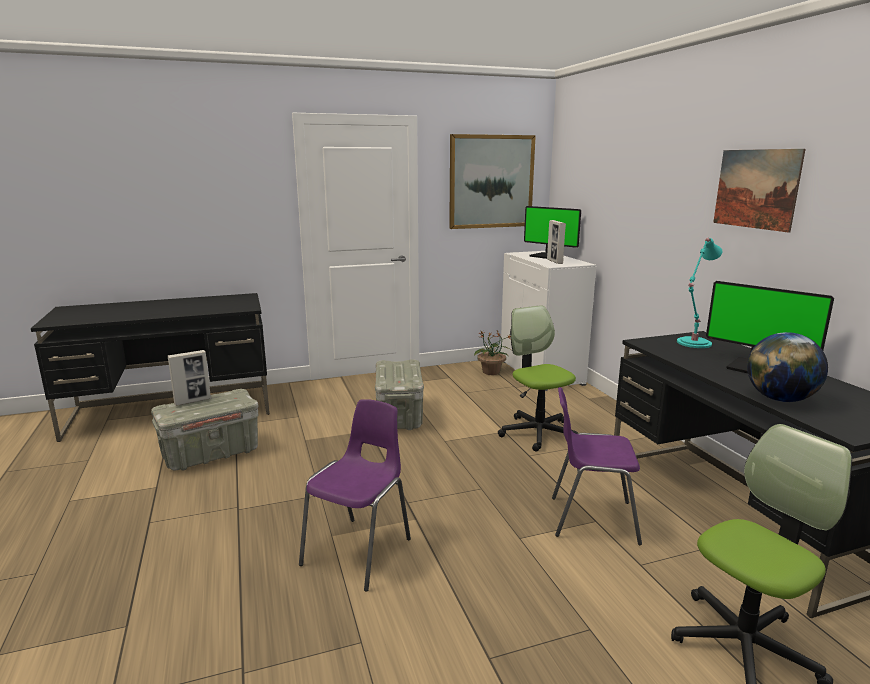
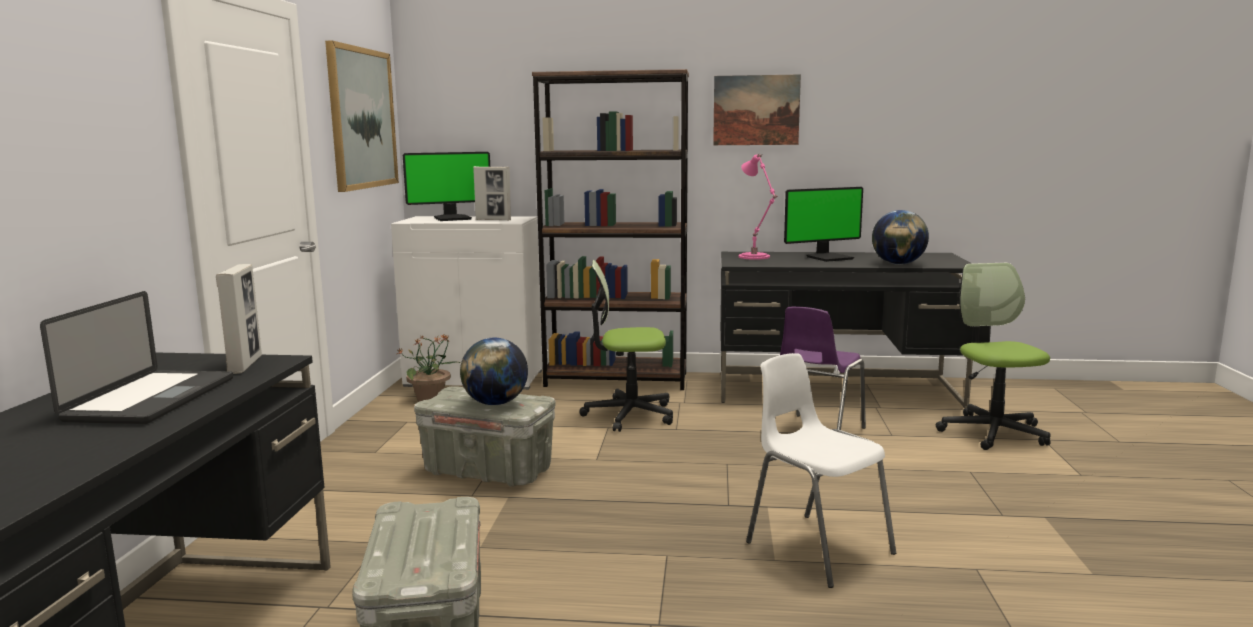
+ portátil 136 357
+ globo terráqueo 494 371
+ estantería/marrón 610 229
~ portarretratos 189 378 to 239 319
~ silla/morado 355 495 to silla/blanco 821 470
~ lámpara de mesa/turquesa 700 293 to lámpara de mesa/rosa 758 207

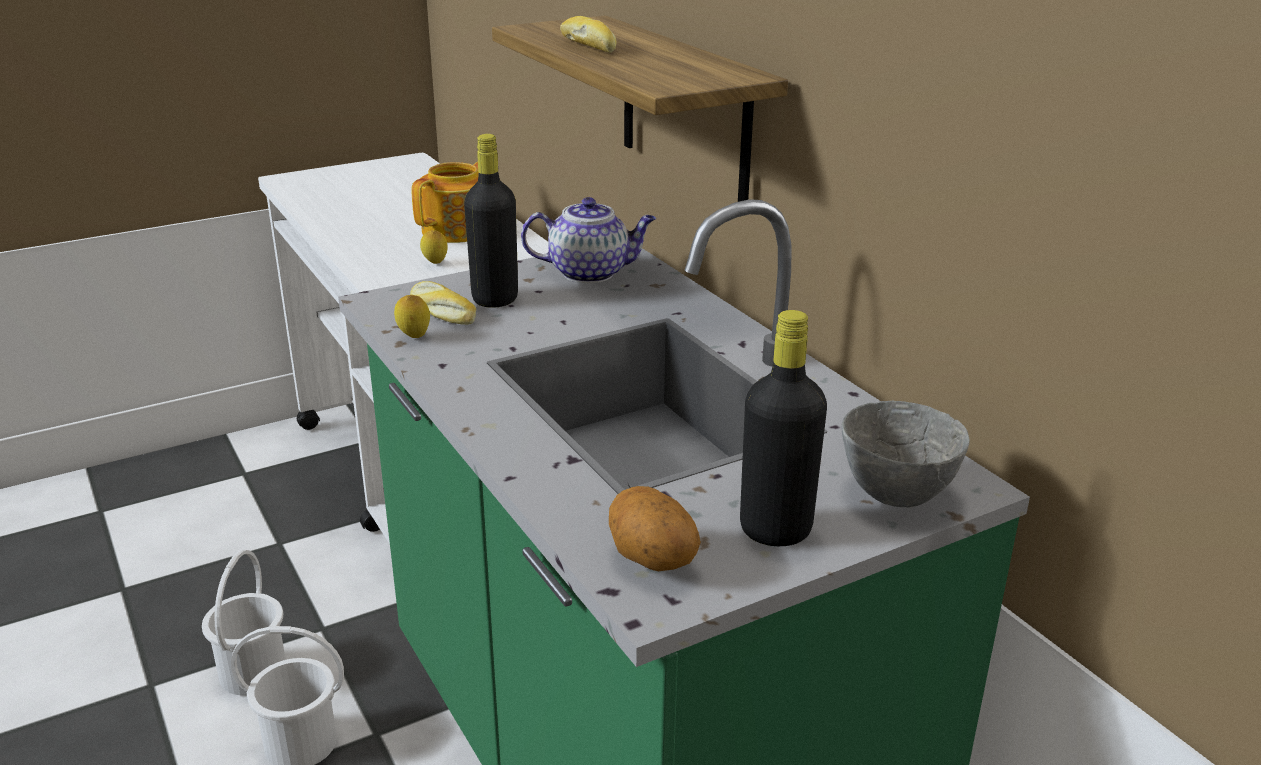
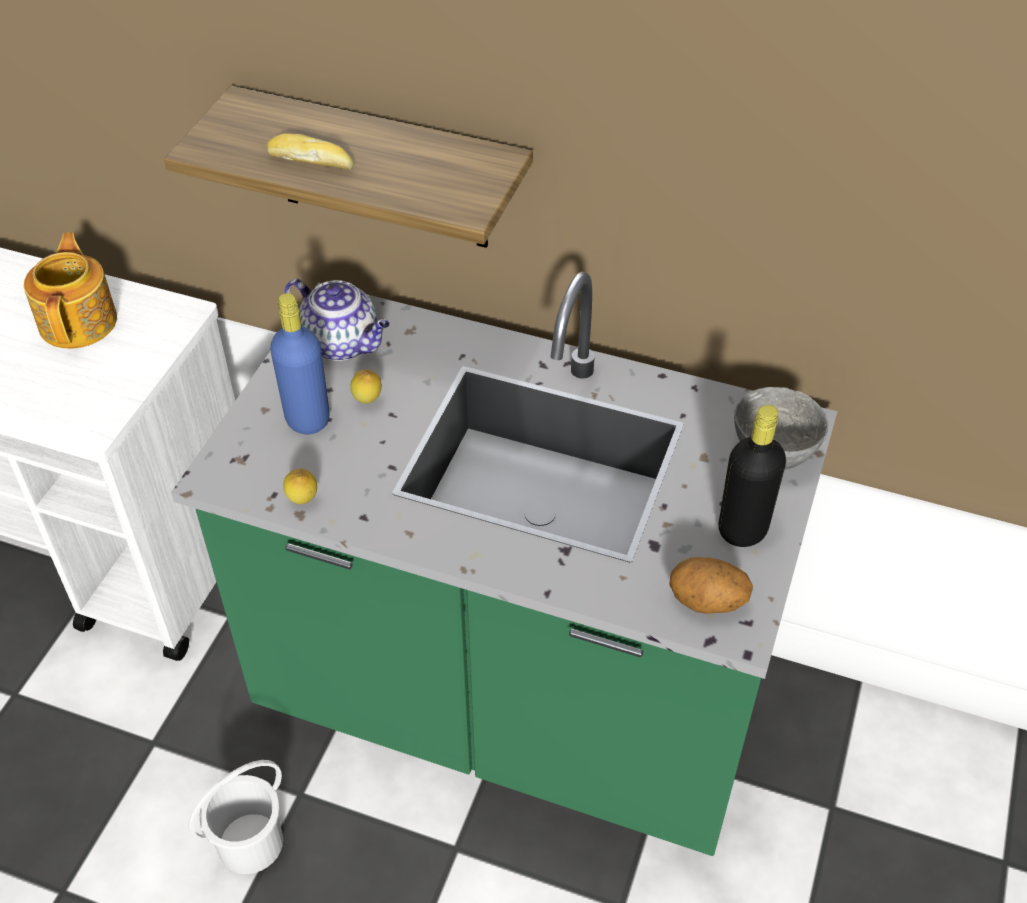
- cubo/blanco 244 622
- pan 443 303
~ limón 433 247 to 366 386
~ botella/negro 491 221 to botella/azul 300 363
~ tetera 588 240 = 337 320 75 degrees clockwise

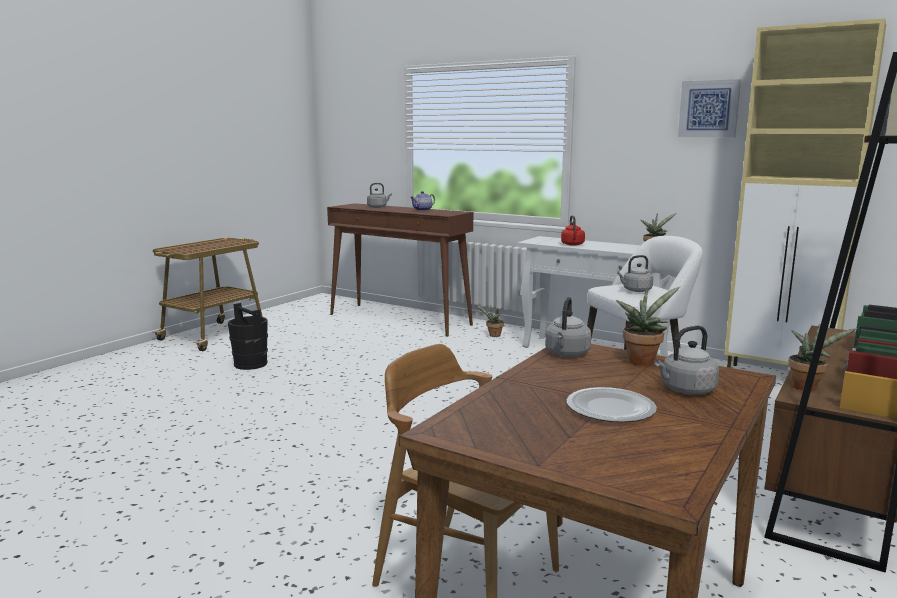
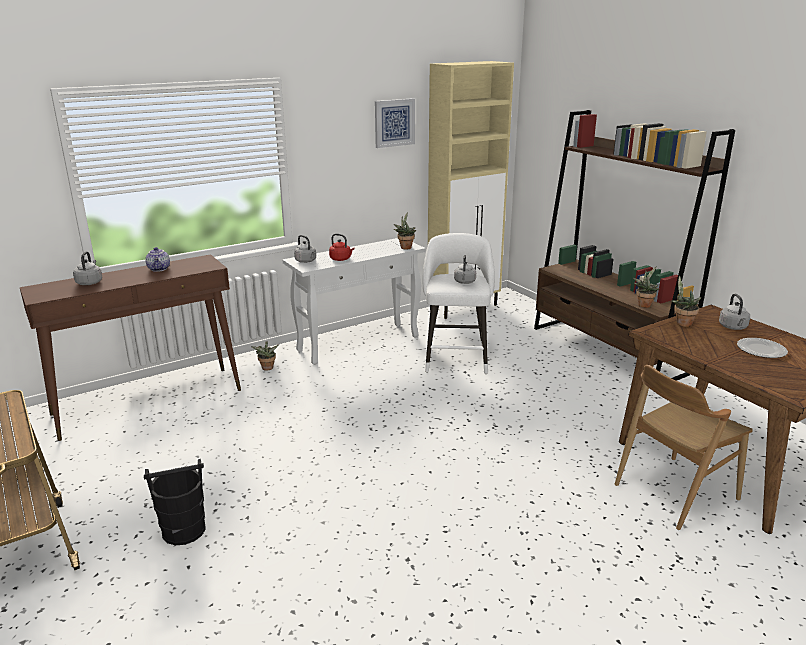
~ hervidor/gris 568 326 to 305 249

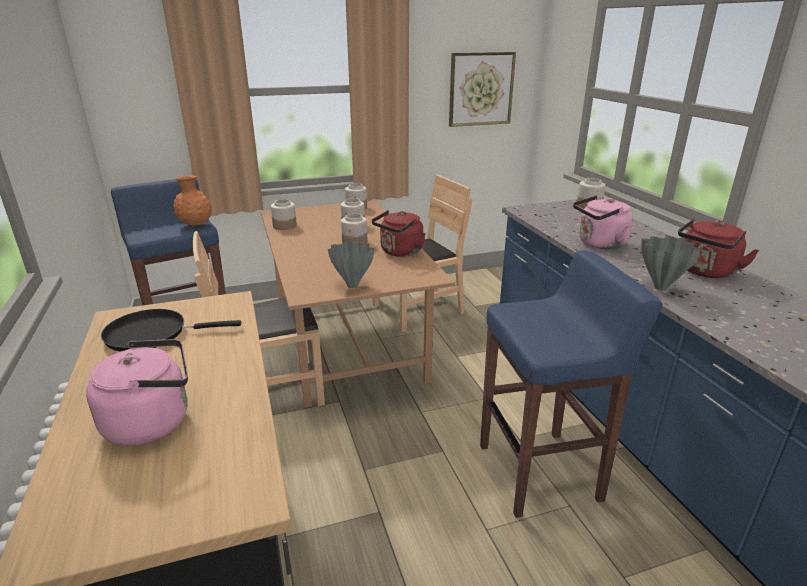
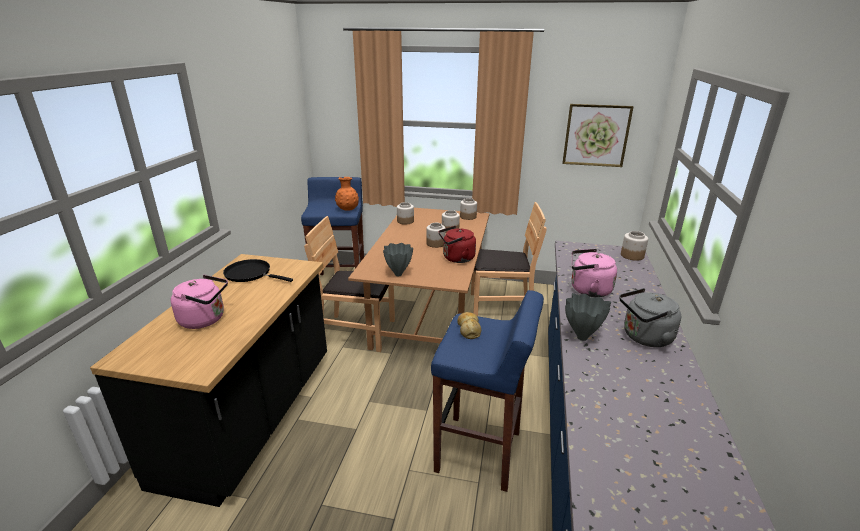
+ pan 469 325
~ hervidor/rojo 718 248 to hervidor/gris 650 317

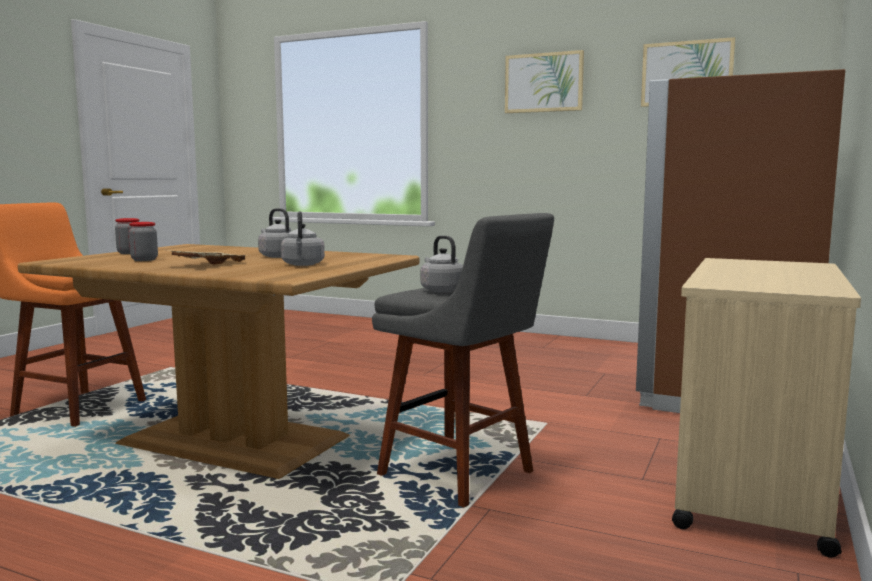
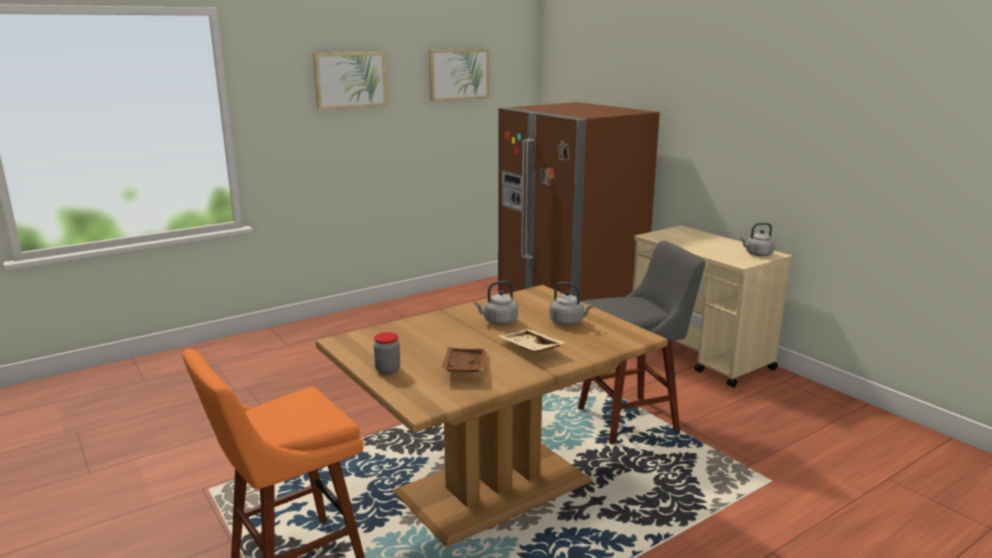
~ hervidor/gris 441 264 to 757 239
~ tarro 143 241 to bandeja/marrón 464 359

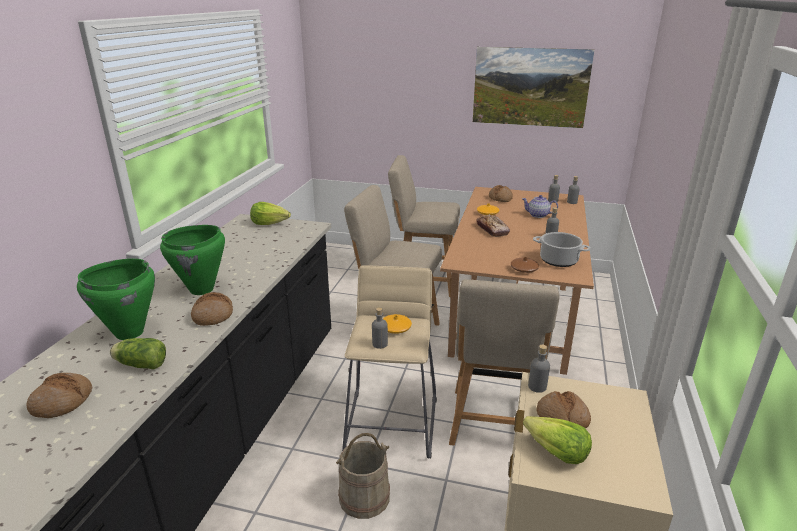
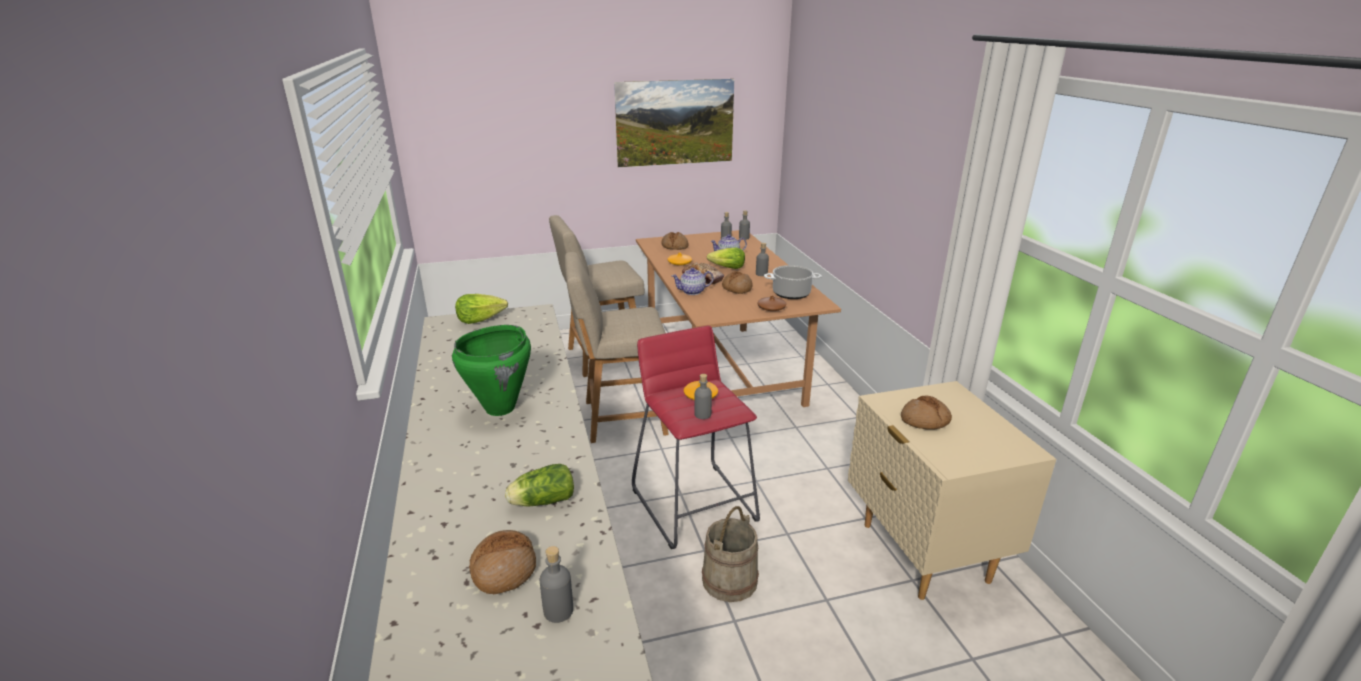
- olla/verde 116 299
- silla/beis 504 362
+ tetera 693 281
~ pan 212 309 to 737 282
~ lechuga 557 440 to 726 258
~ botella/gris 539 369 to 556 584
~ taburete/beis 389 361 to taburete/rojo 696 437

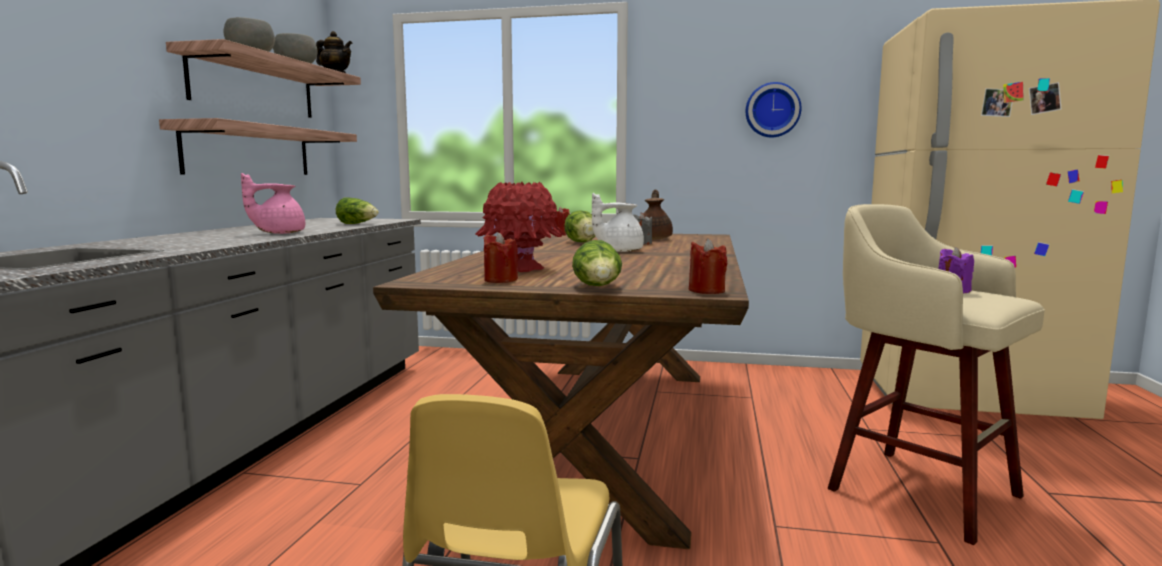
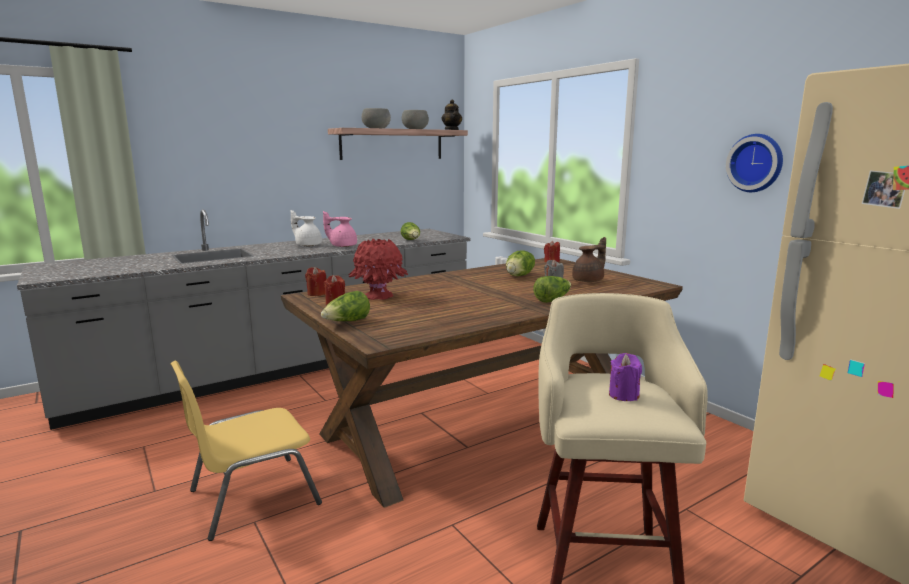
- estante 258 146
+ lechuga 552 289
~ tetera/blanco 618 222 to 306 228
~ vela/rojo 708 266 to 315 281

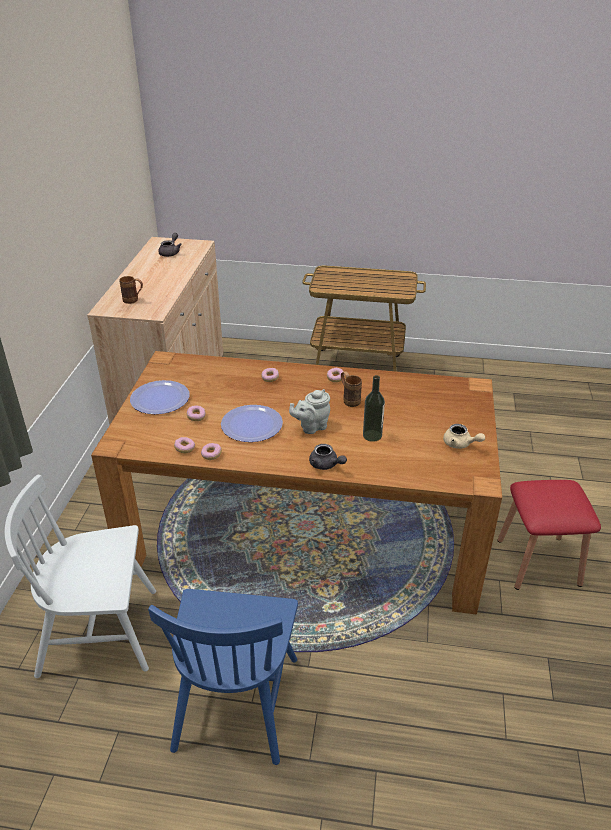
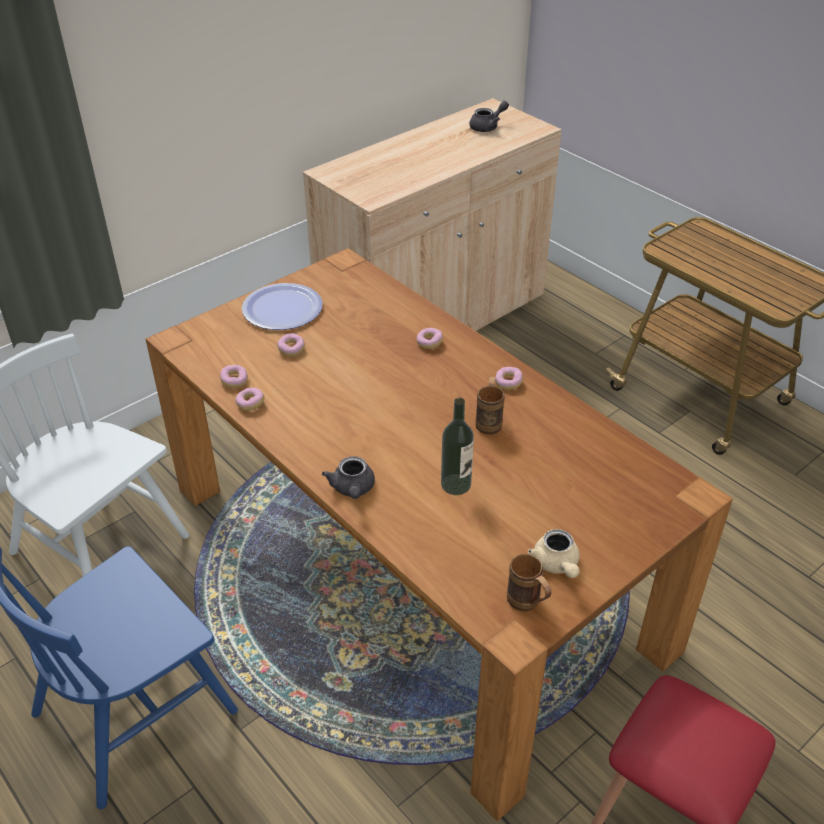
- plato 252 423
- tetera/gris 309 411
~ taza grande/marrón 131 290 to 529 582

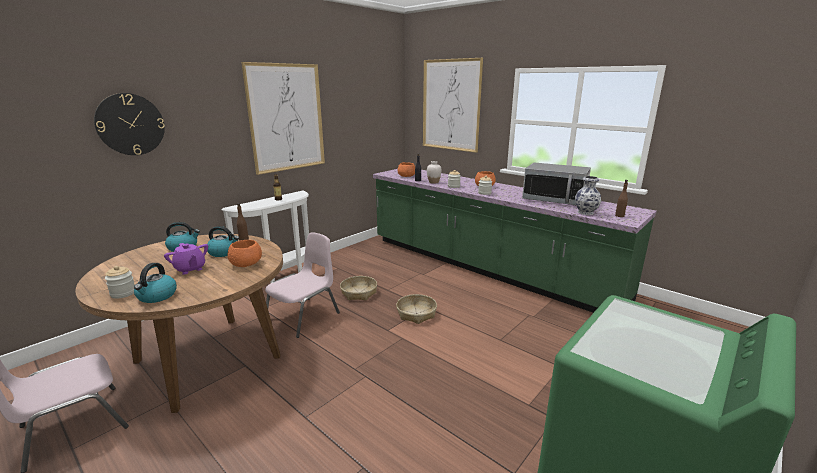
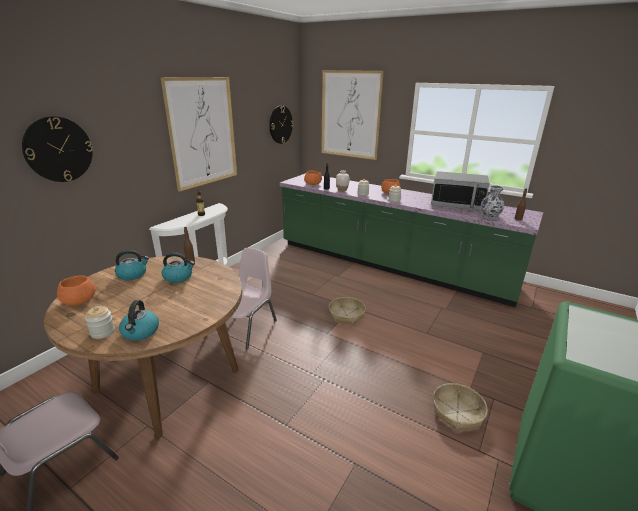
- tetera/morado 186 259
+ reloj de pared 281 124
~ cuenco/naranja 245 253 to 76 290
~ cesta 358 288 to 460 407

